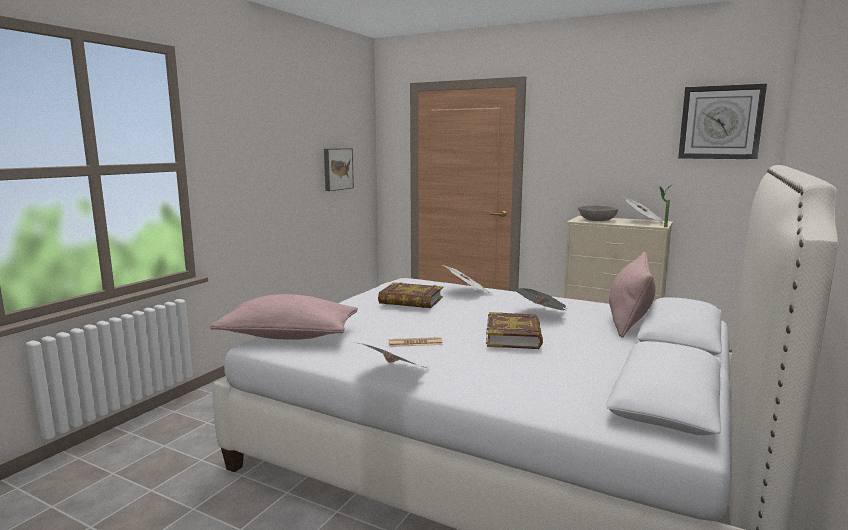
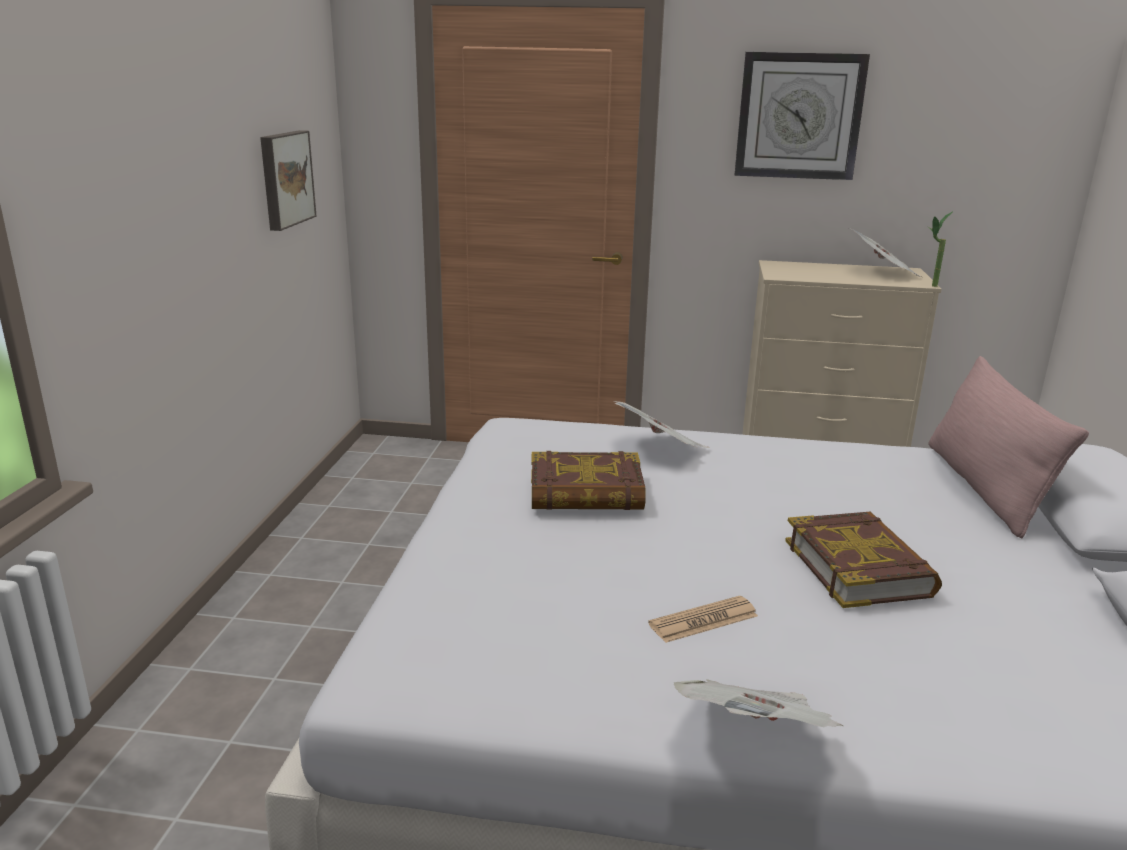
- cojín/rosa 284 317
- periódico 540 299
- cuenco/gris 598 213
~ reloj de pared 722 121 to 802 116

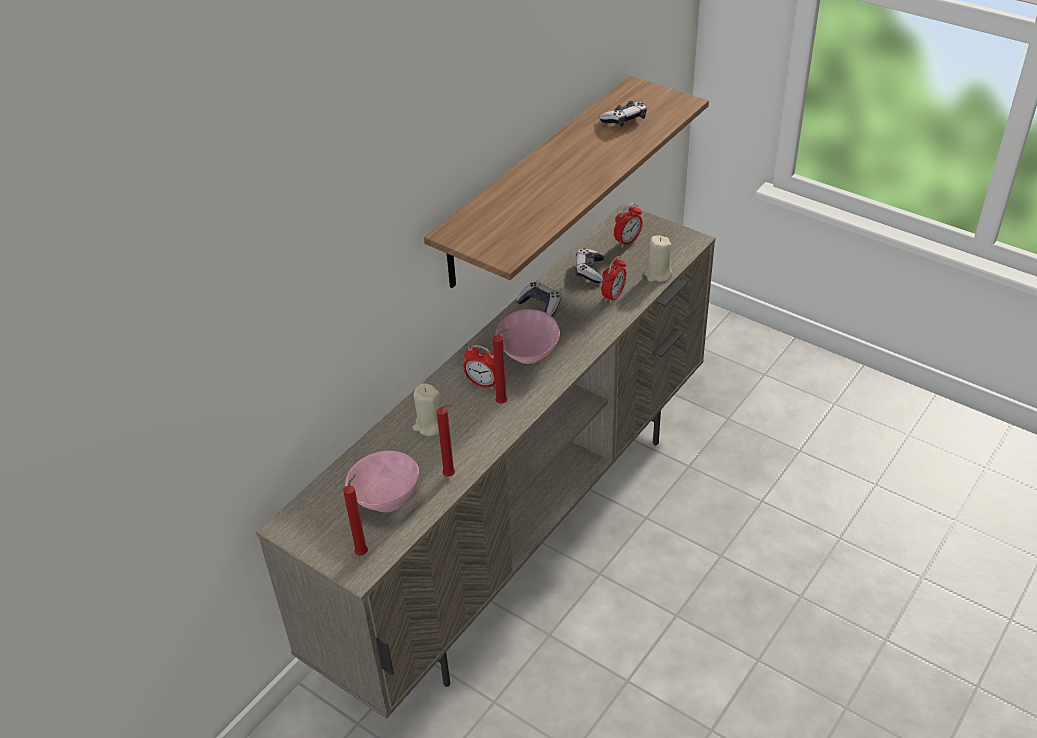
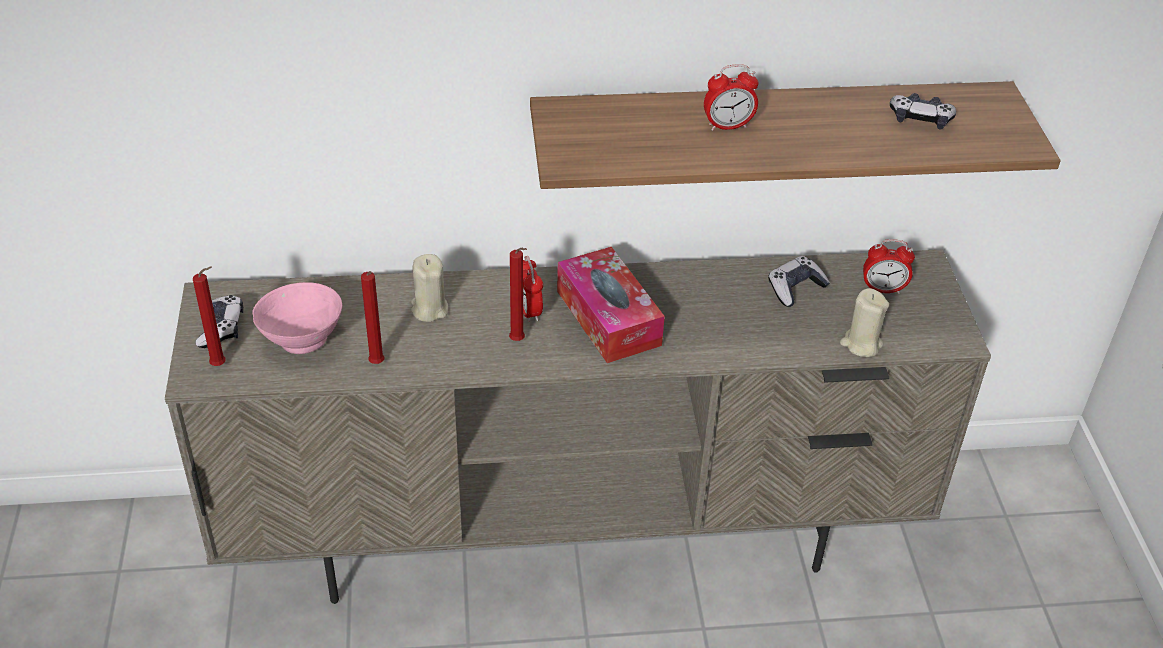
~ mando de consola 539 298 to 219 321
~ despertador 613 280 to 731 97
~ cuenco/rosa 528 336 to caja de pañuelos 611 305

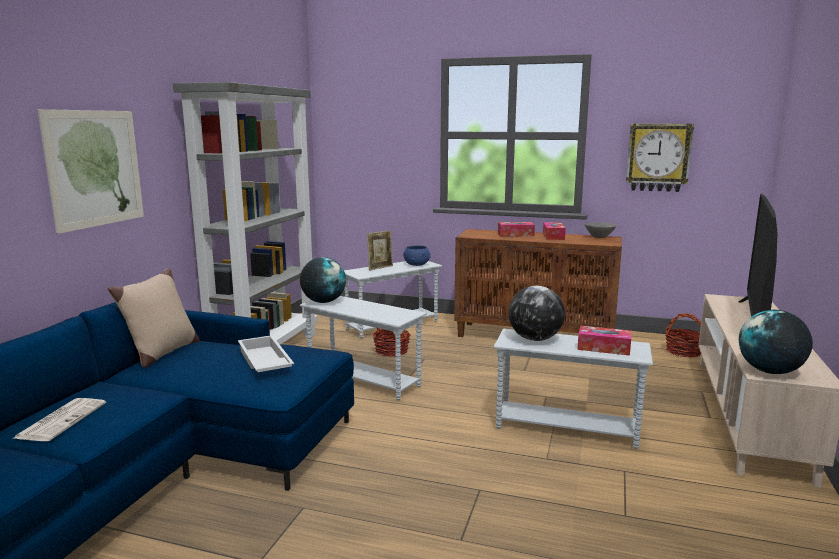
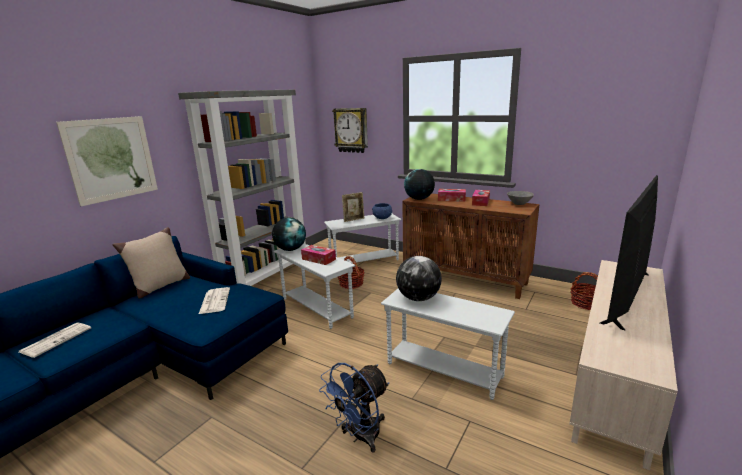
+ ventilador/azul 354 407
~ caja de pañuelos 604 341 to 318 255
~ reloj de pared 660 158 to 350 130
~ globo terráqueo 776 342 to 419 184
~ bandeja/blanco 266 353 to periódico 214 300

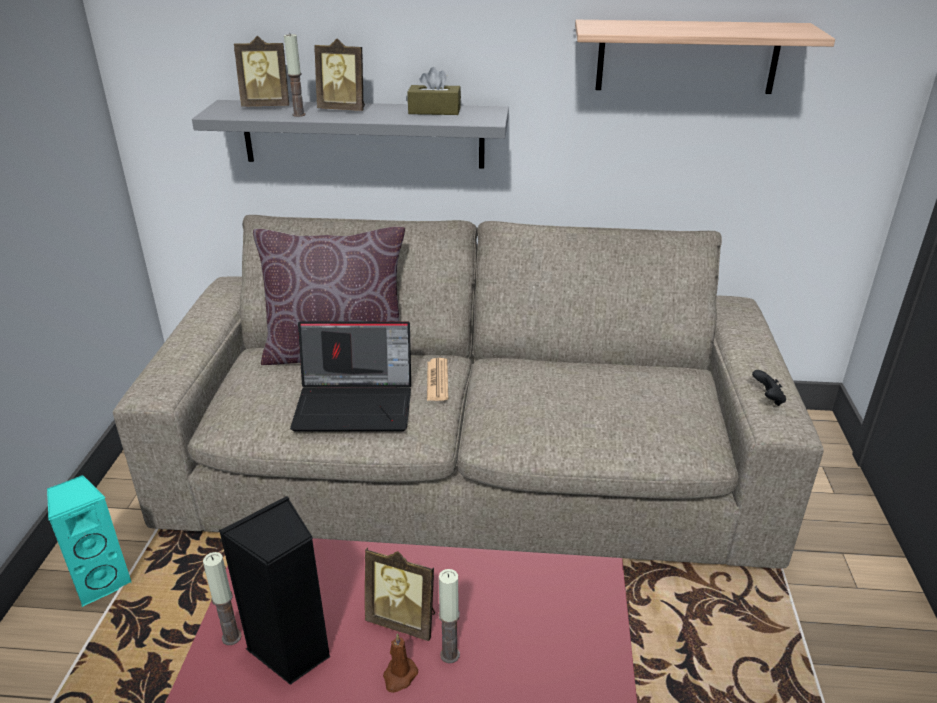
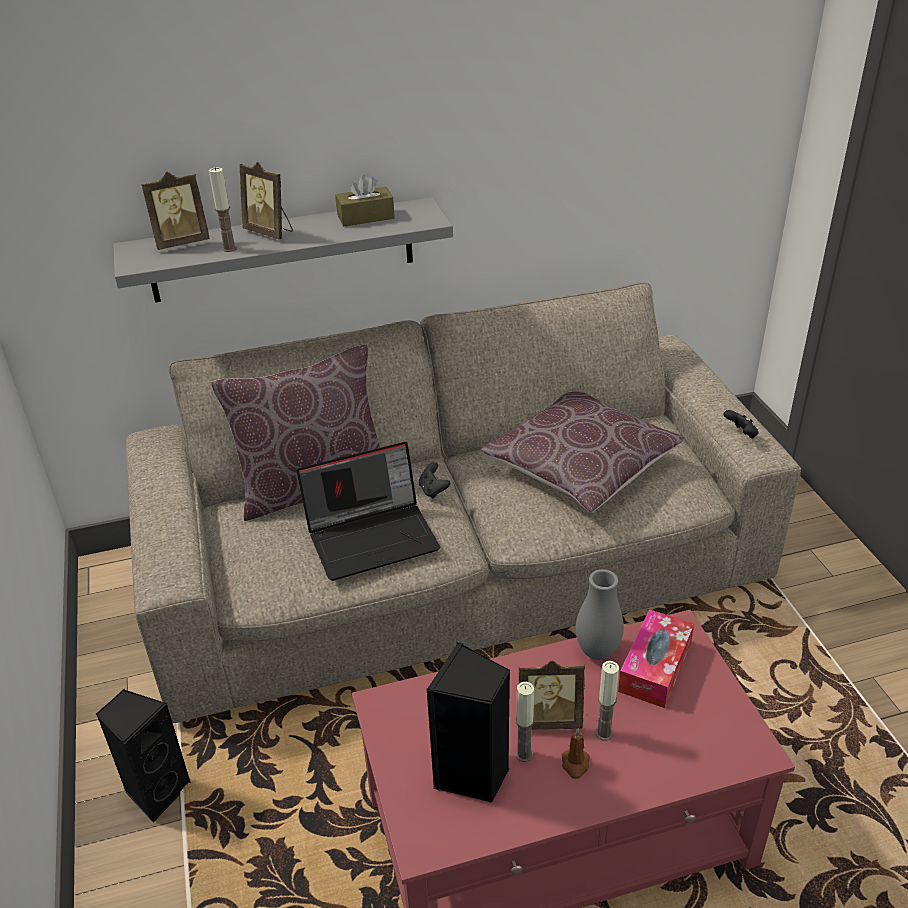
- estante 705 57
+ cojín/marrón 582 452
+ florero/gris 600 614
+ caja de pañuelos 656 658
~ vela 222 598 to 524 722
~ periódico 437 379 to mando de consola/negro 434 480
~ altavoz/turquesa 89 541 to altavoz/negro 143 756
~ portarretratos 339 74 = 266 201 45 degrees clockwise

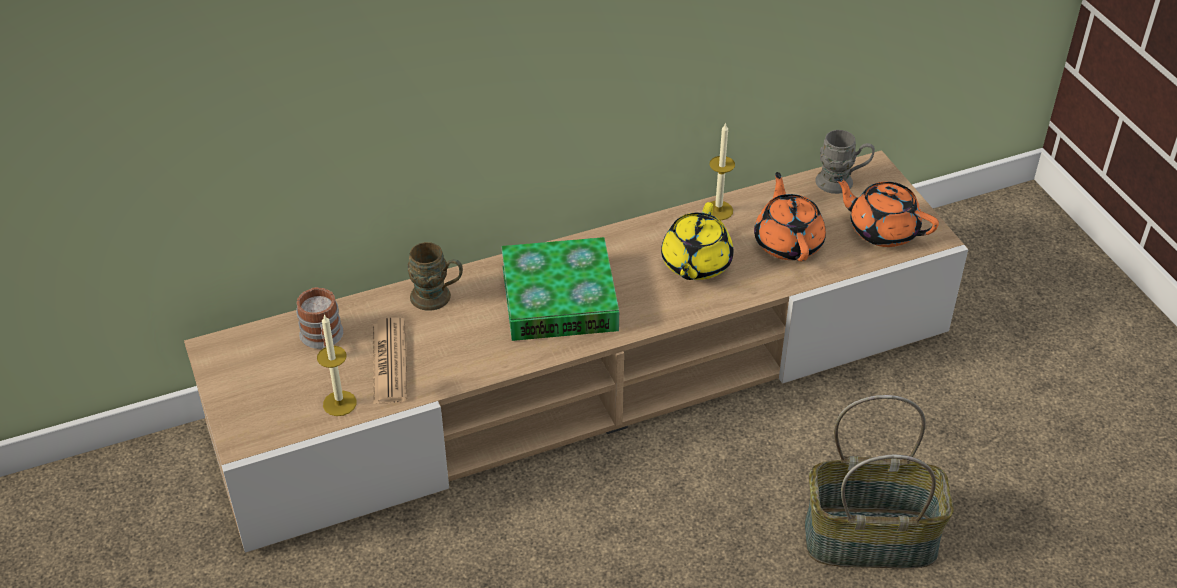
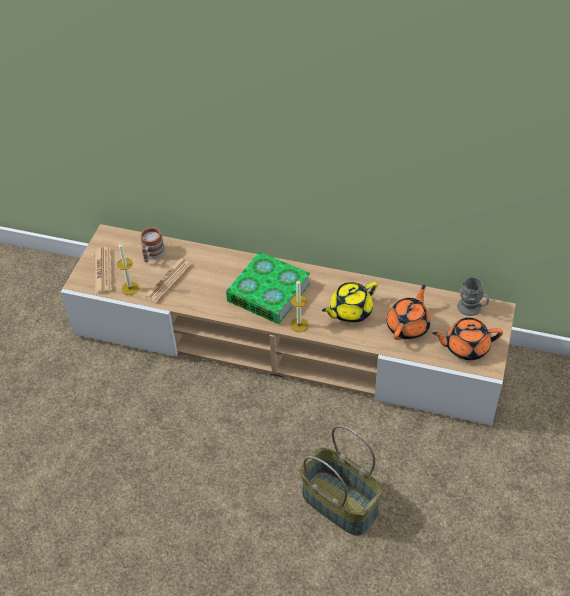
- taza grande/marrón 435 276
+ periódico 103 270
~ vela 722 171 to 299 305
~ tetera/naranja 886 212 = 467 339 75 degrees counterclockwise

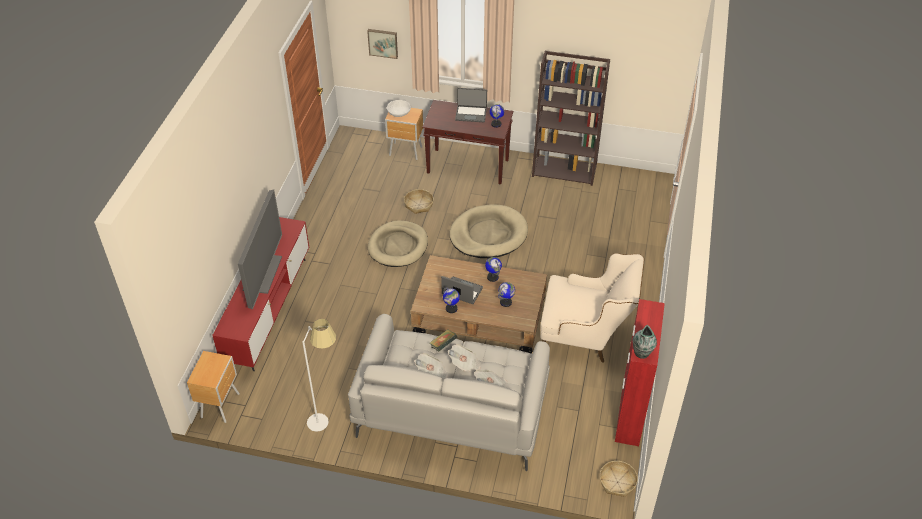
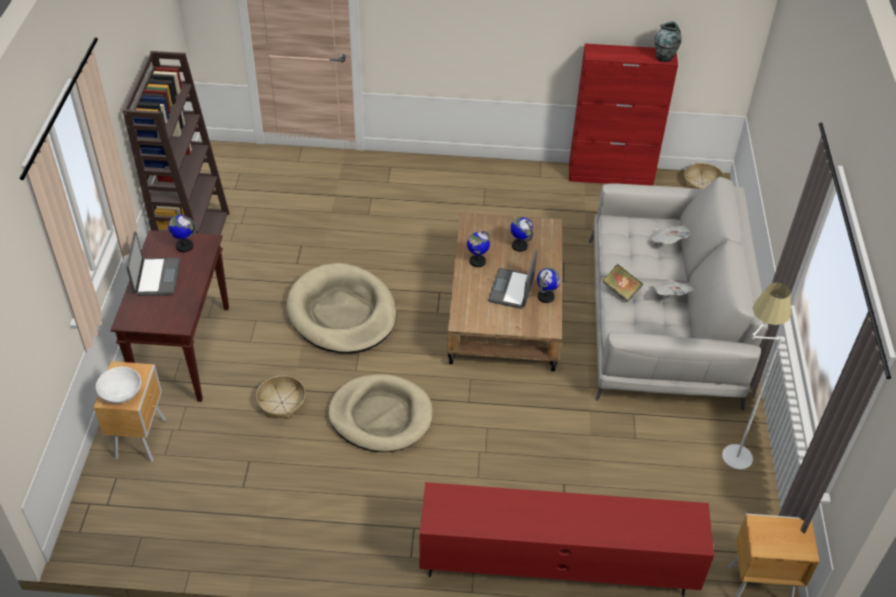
- televisor 260 249
- cuadro 382 44
- periódico 464 358
- sillón/beis 592 307

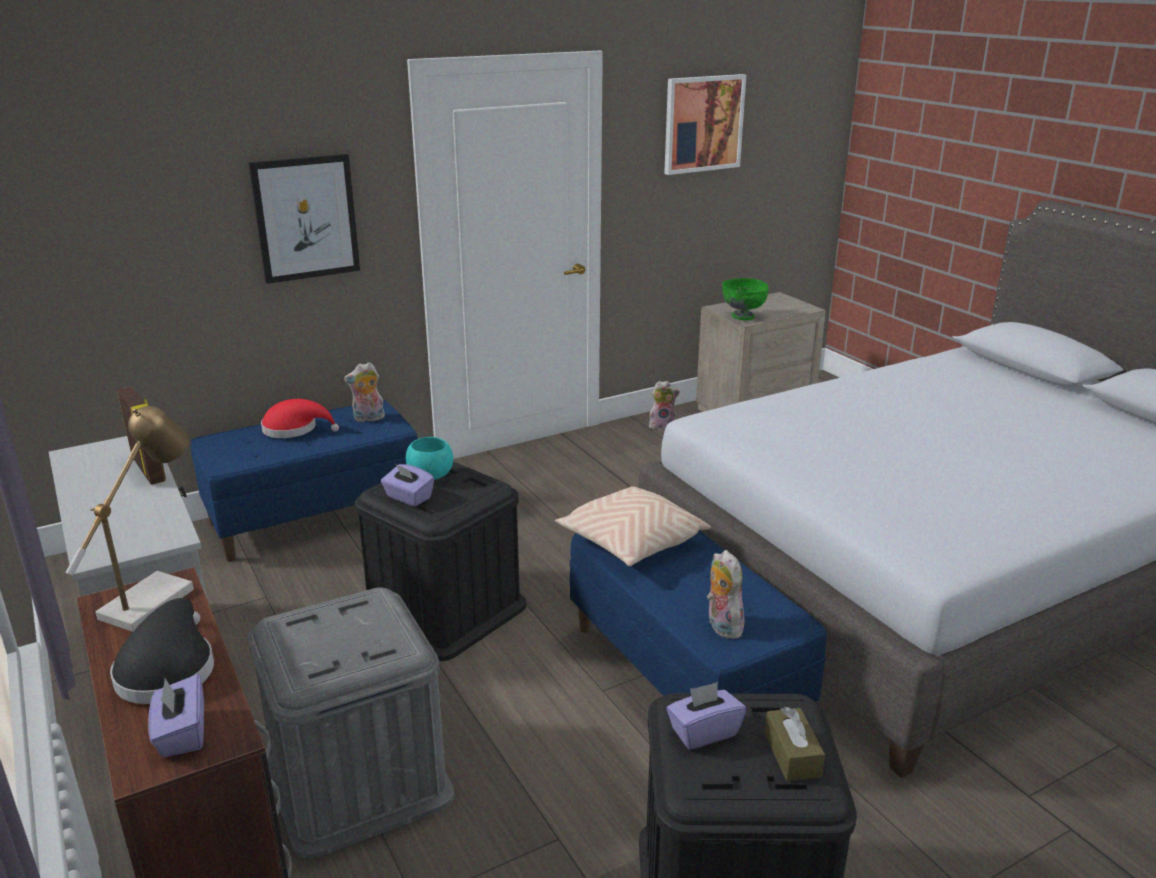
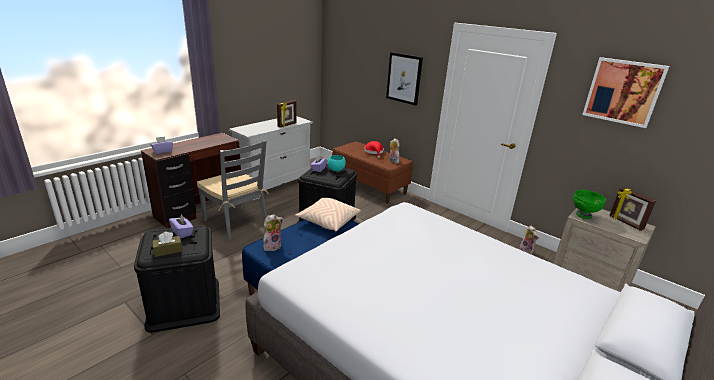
- lámpara de mesa 130 519
- sombrero/negro 162 651
+ portarretratos 632 209
~ caja de almacenaje/gris 350 723 to silla/gris 233 190
~ banco/azul 304 481 to banco/marrón 372 172

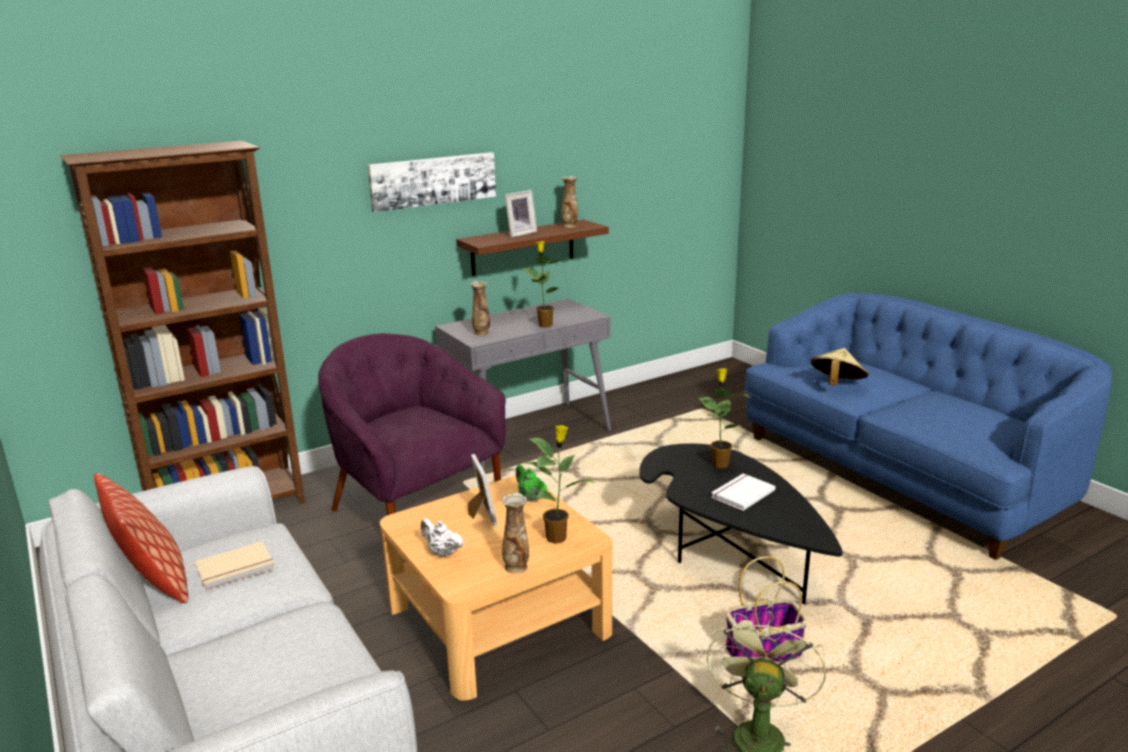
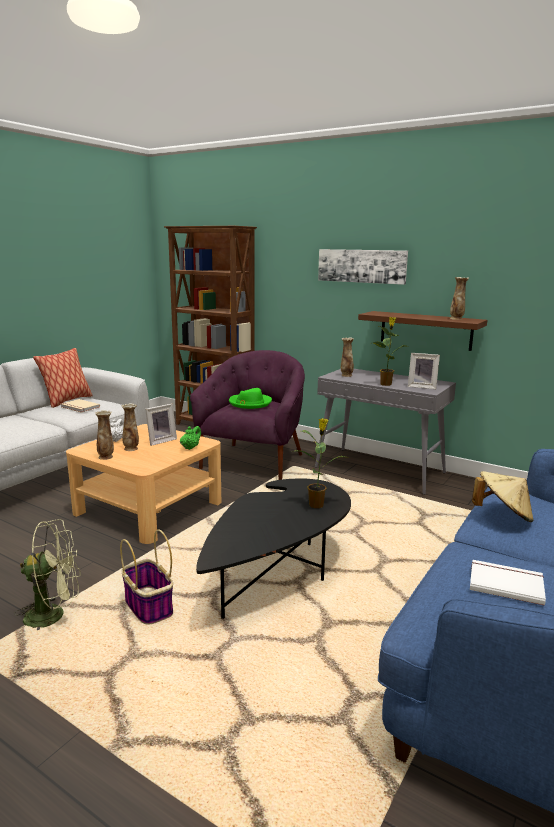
- planta en maceta 560 484
+ florero 130 427
+ sombrero/verde 250 398
~ portarretratos 521 214 to 424 371
~ libro/blanco 743 492 to 508 583

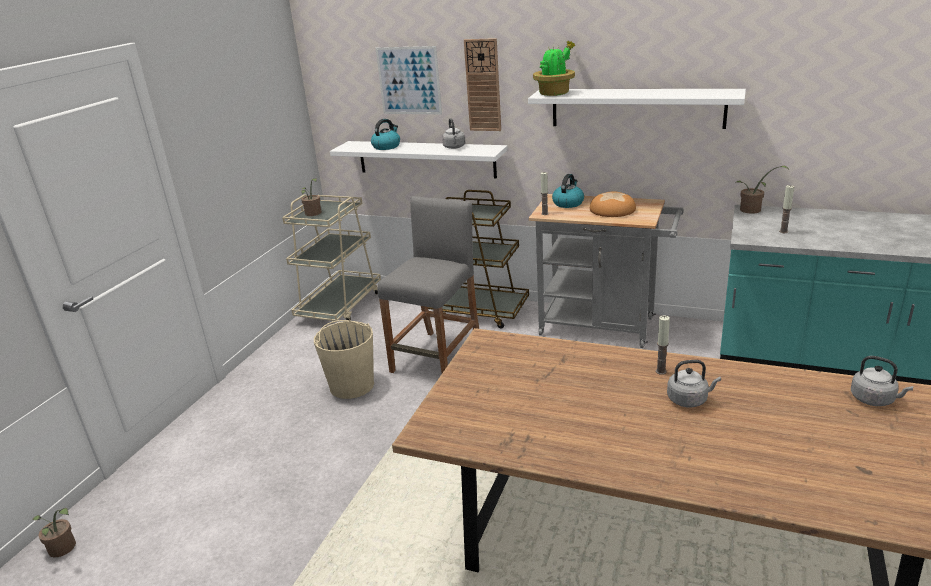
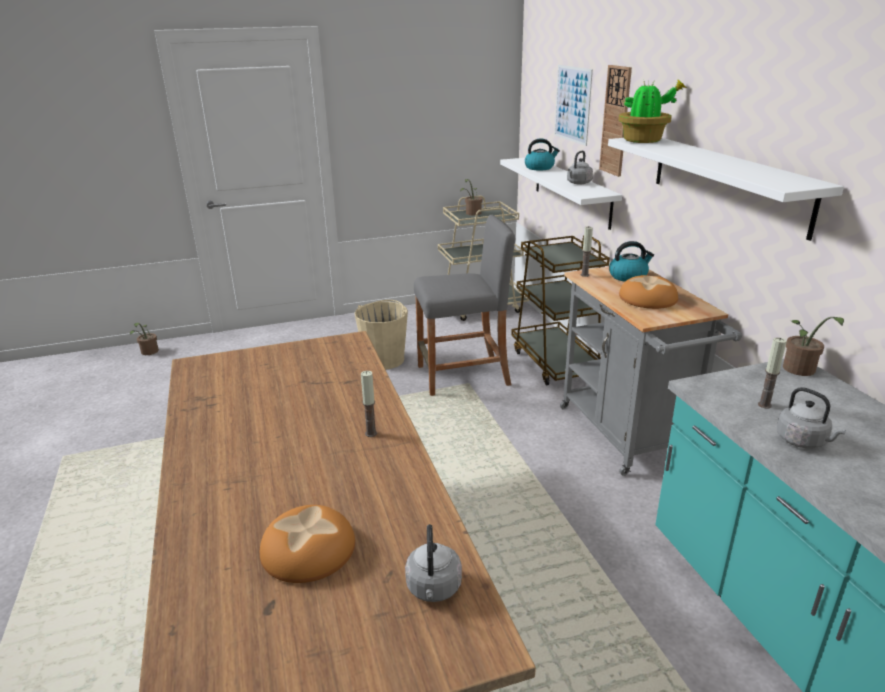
+ pan 307 544
~ hervidor/gris 694 383 to 811 418

